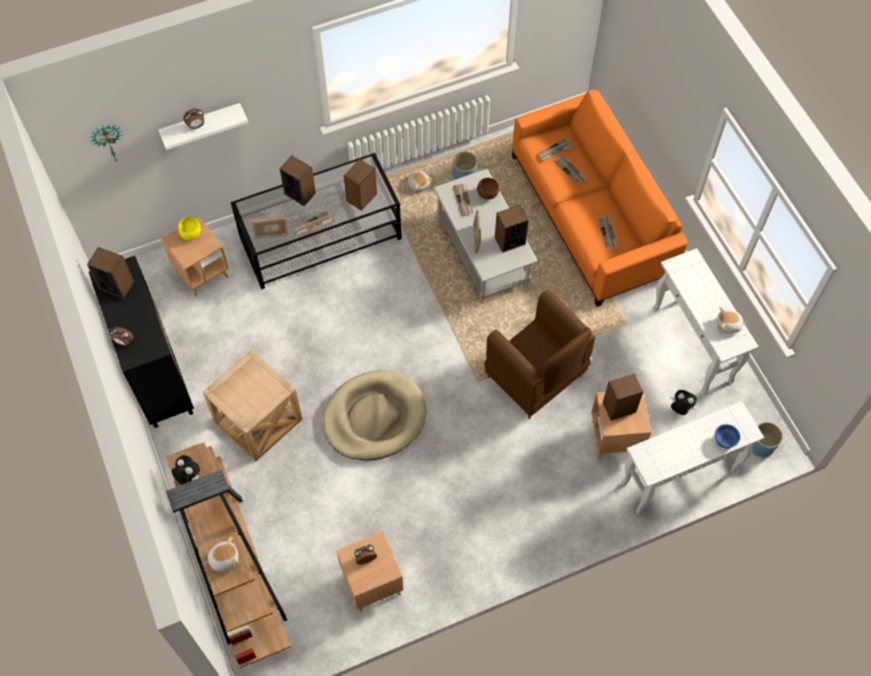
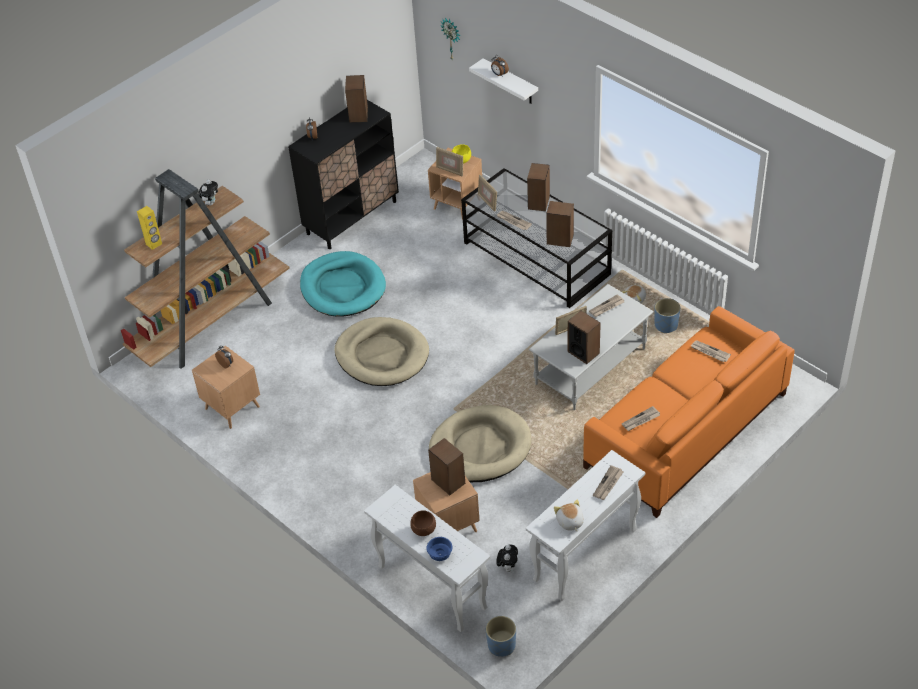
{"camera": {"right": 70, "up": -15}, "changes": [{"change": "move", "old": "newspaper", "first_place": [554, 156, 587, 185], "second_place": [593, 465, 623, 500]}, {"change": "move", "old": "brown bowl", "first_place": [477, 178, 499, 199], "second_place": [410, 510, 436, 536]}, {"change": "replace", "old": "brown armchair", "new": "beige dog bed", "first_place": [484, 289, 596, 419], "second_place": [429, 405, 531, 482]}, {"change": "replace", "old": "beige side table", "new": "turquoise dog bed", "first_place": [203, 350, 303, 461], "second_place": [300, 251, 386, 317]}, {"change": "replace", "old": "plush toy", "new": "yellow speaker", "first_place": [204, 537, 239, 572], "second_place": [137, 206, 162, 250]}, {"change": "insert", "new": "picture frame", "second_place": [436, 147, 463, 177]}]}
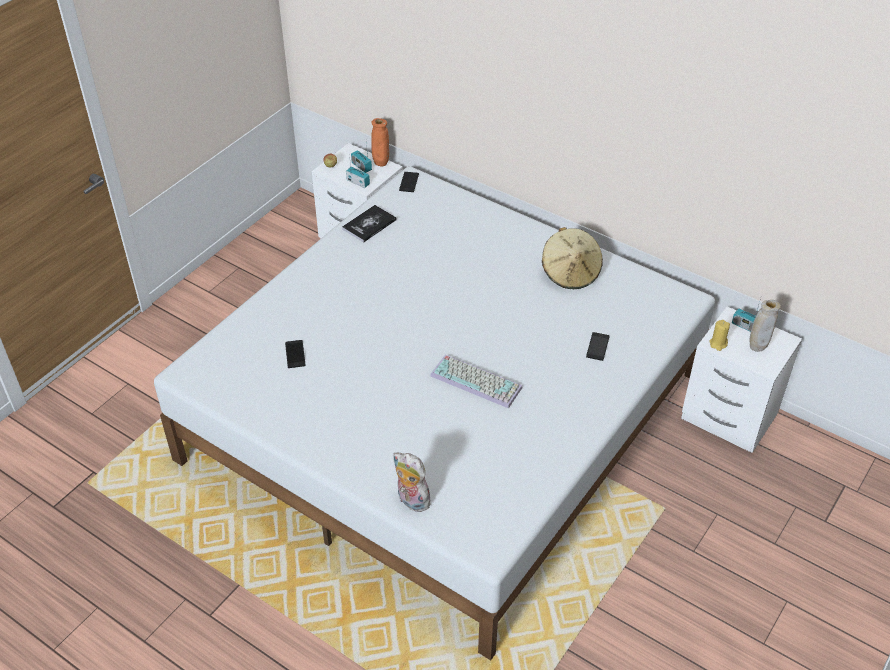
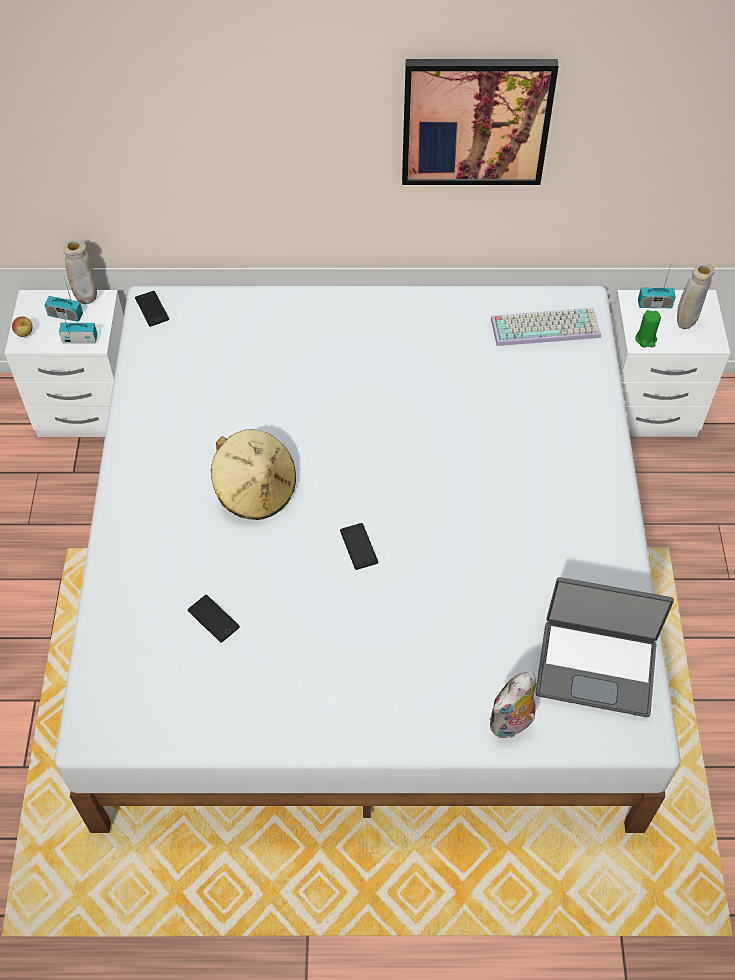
{"camera": {"right": -35, "up": 10}, "changes": [{"change": "recolor", "old": "orange vase", "new": "beige vase", "first_place": [371, 118, 389, 166], "second_place": [63, 240, 97, 304]}, {"change": "delete", "old": "book", "first_place": [342, 205, 397, 243]}, {"change": "move", "old": "beige hat", "first_place": [542, 227, 603, 289], "second_place": [211, 429, 296, 520]}, {"change": "recolor", "old": "yellow candle", "new": "green candle", "first_place": [710, 320, 730, 351], "second_place": [635, 310, 661, 348]}, {"change": "move", "old": "phone", "first_place": [586, 332, 610, 361], "second_place": [340, 523, 378, 570]}, {"change": "move", "old": "keyboard", "first_place": [430, 354, 523, 408], "second_place": [491, 308, 601, 346]}, {"change": "rotate", "old": "plush toy", "first_place": [393, 453, 435, 512], "second_place": [489, 672, 536, 740], "degrees": -45}, {"change": "insert", "new": "picture", "second_place": [402, 59, 559, 185]}, {"change": "insert", "new": "laptop", "second_place": [536, 577, 674, 717]}]}
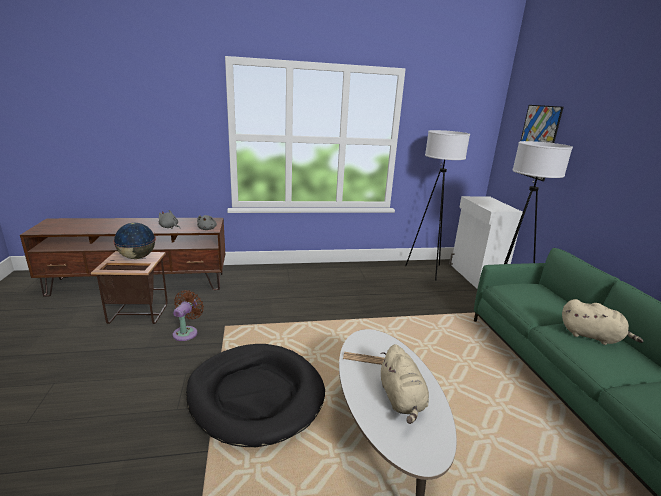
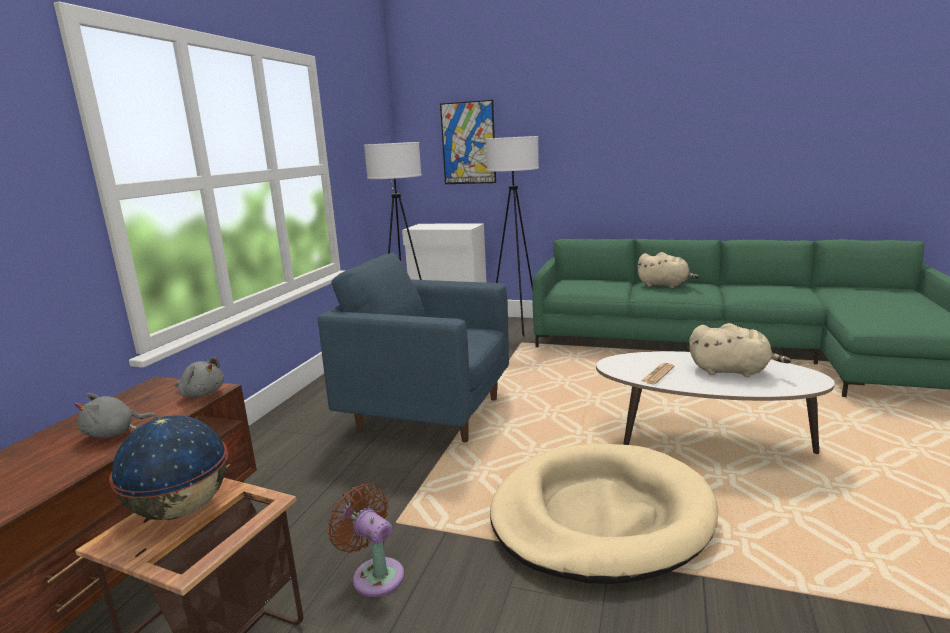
{"camera": {"right": -60, "up": -5}, "changes": [{"change": "rotate", "old": "beige plush toy", "first_place": [562, 299, 643, 345], "second_place": [637, 252, 699, 288], "degrees": 60}, {"change": "recolor", "old": "black dog bed", "new": "beige dog bed", "first_place": [186, 344, 325, 447], "second_place": [490, 443, 718, 584]}, {"change": "insert", "new": "blue armchair", "second_place": [318, 253, 509, 442]}]}
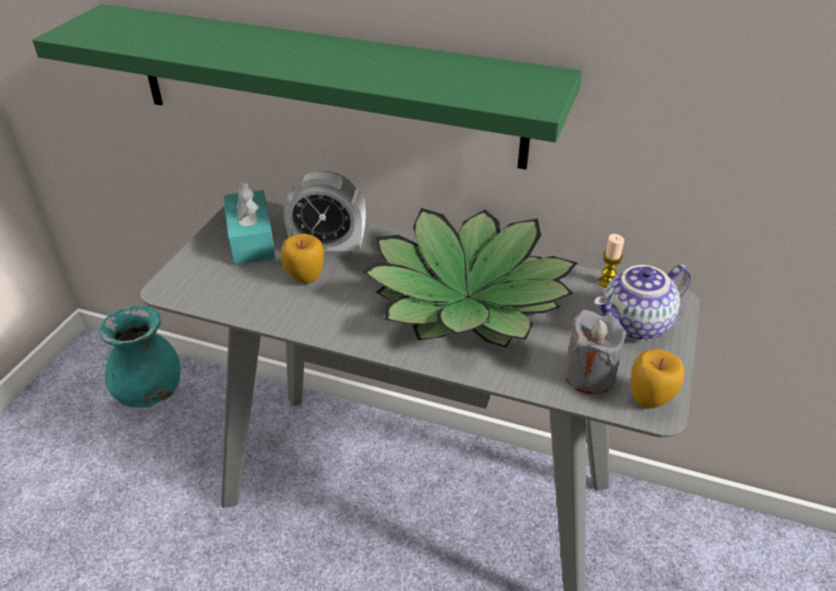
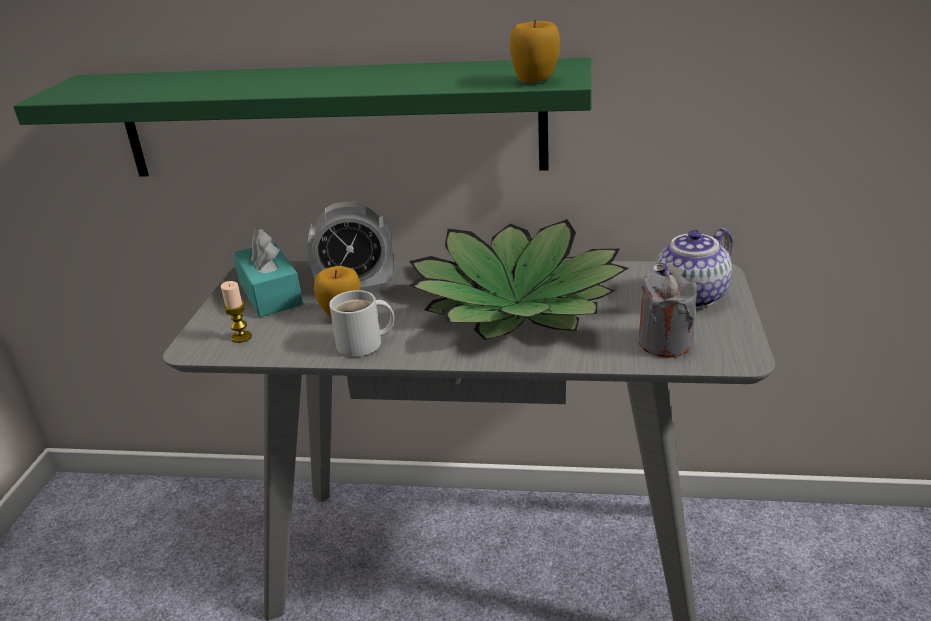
{"camera": {"right": -10, "up": -10}, "changes": [{"change": "move", "old": "candle", "first_place": [598, 234, 624, 288], "second_place": [221, 281, 252, 343]}, {"change": "delete", "old": "turquoise vase", "first_place": [99, 305, 181, 408]}, {"change": "move", "old": "apple", "first_place": [631, 349, 684, 408], "second_place": [510, 20, 560, 83]}, {"change": "insert", "new": "white mug", "second_place": [329, 290, 394, 357]}]}
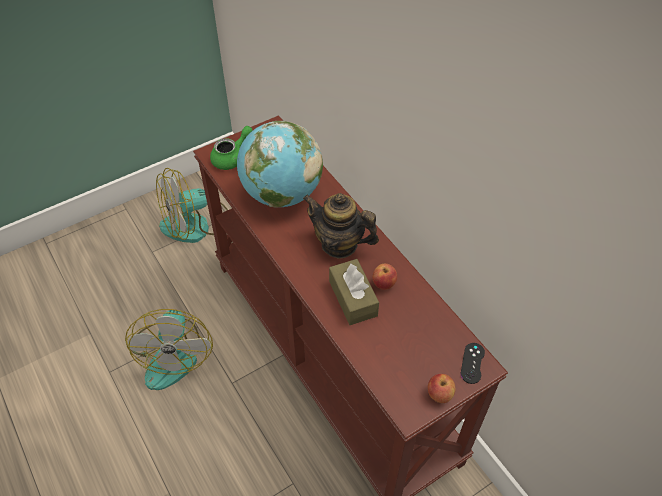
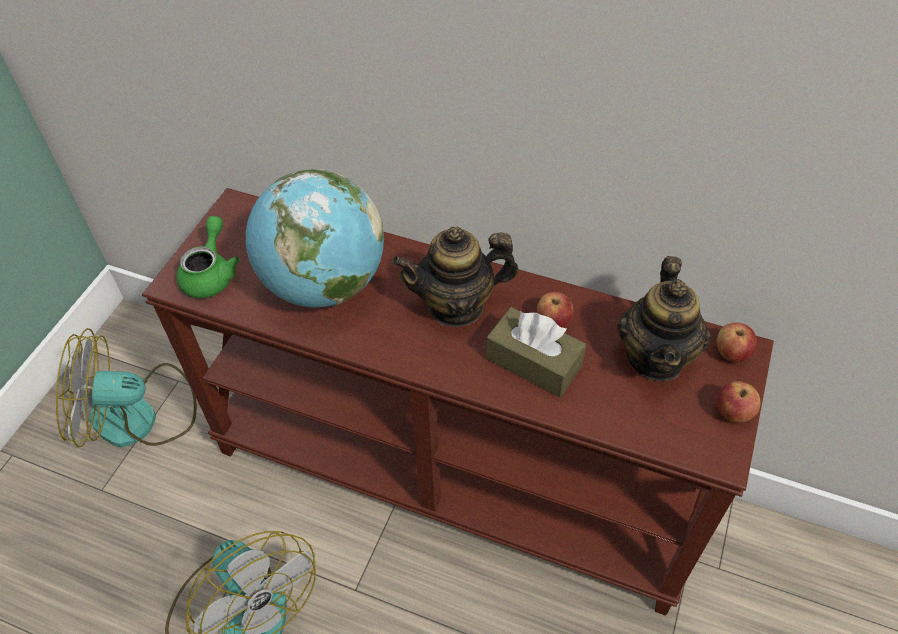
{"camera": {"right": -35, "up": 0}, "changes": [{"change": "rotate", "old": "fan", "first_place": [156, 168, 228, 243], "second_place": [56, 328, 197, 448], "degrees": 60}, {"change": "replace", "old": "black game controller", "new": "apple", "first_place": [461, 343, 485, 384], "second_place": [717, 322, 757, 362]}, {"change": "insert", "new": "teapot", "second_place": [618, 256, 711, 381]}]}
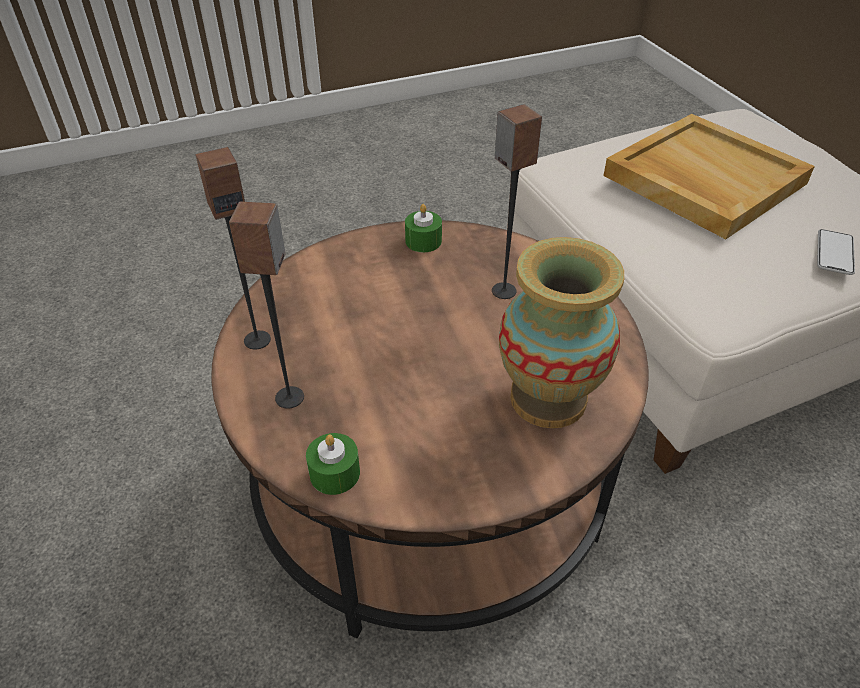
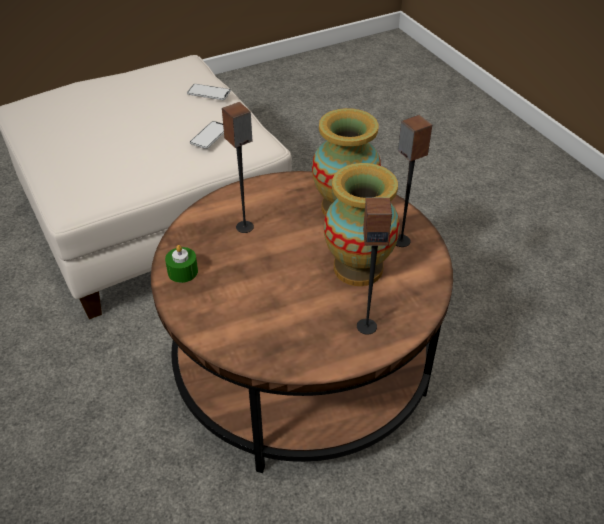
{"camera": {"right": -95, "up": 0}, "changes": [{"change": "delete", "old": "beige tray", "first_place": [603, 114, 815, 239]}, {"change": "move", "old": "speaker", "first_place": [196, 147, 271, 350], "second_place": [396, 115, 432, 247]}, {"change": "delete", "old": "green candle", "first_place": [306, 433, 360, 495]}, {"change": "insert", "new": "phone", "second_place": [190, 121, 224, 149]}, {"change": "insert", "new": "vase", "second_place": [324, 163, 400, 286]}]}
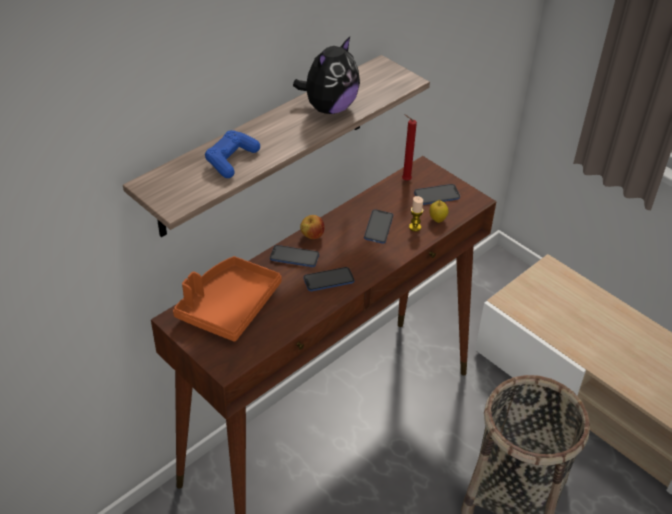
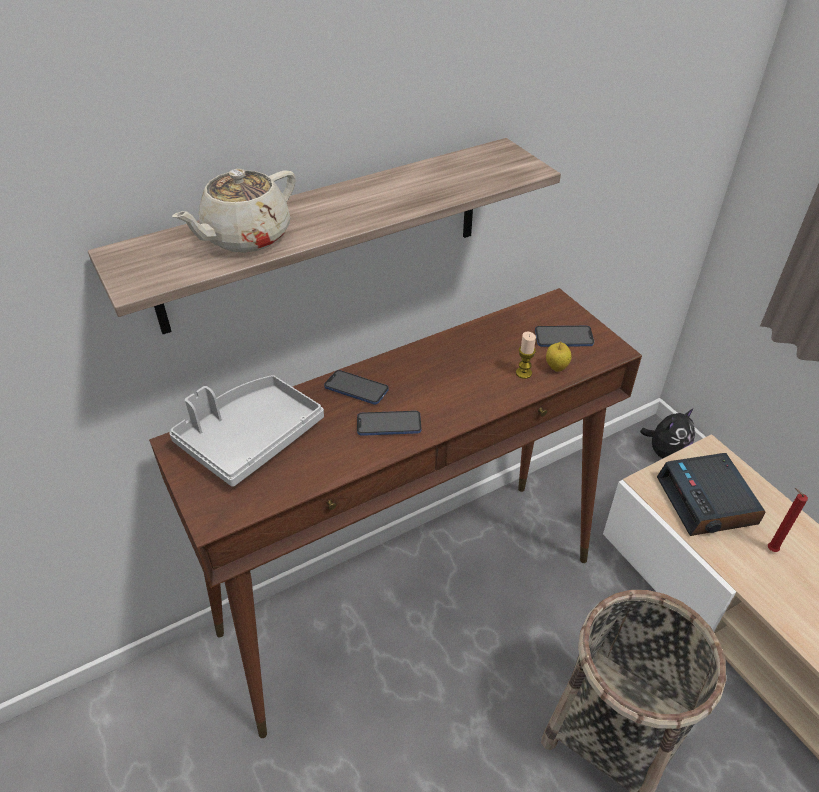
{"camera": {"right": 15, "up": 0}, "changes": [{"change": "move", "old": "plush toy", "first_place": [293, 37, 360, 114], "second_place": [640, 408, 695, 458]}, {"change": "move", "old": "red candle", "first_place": [402, 114, 417, 181], "second_place": [768, 488, 808, 552]}, {"change": "replace", "old": "blue game controller", "new": "beige teapot", "first_place": [205, 130, 260, 178], "second_place": [172, 169, 296, 253]}, {"change": "delete", "old": "phone", "first_place": [364, 209, 393, 244]}, {"change": "delete", "old": "apple", "first_place": [300, 215, 324, 239]}, {"change": "recolor", "old": "orange tray", "new": "grey tray", "first_place": [173, 256, 282, 342], "second_place": [169, 375, 324, 487]}, {"change": "insert", "new": "alarm clock", "second_place": [657, 453, 766, 536]}]}
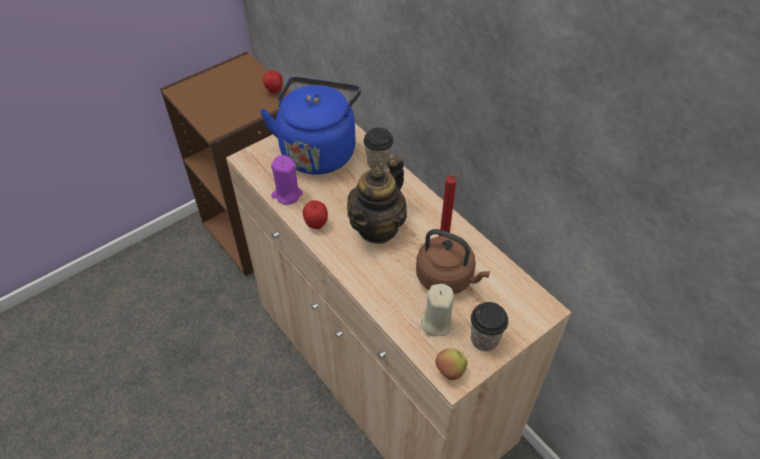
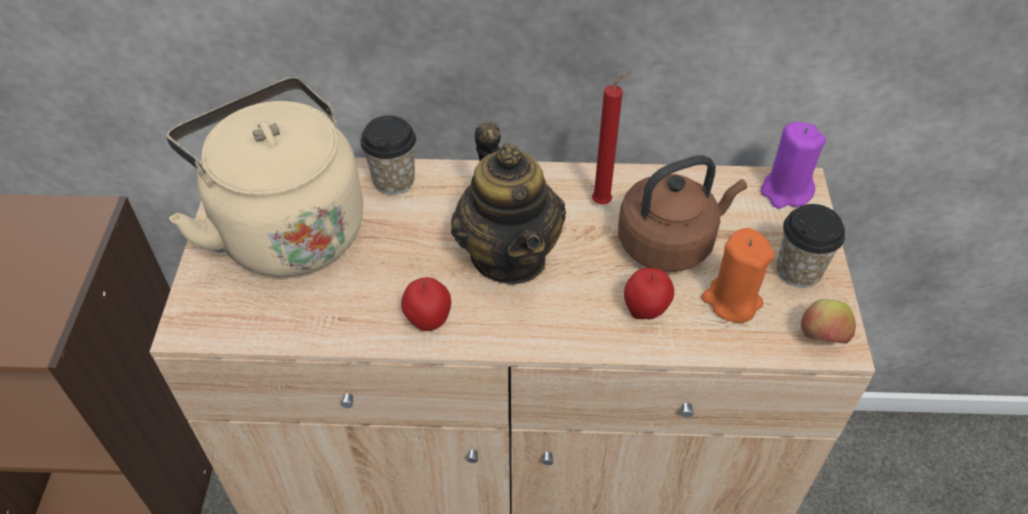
{"camera": {"right": -50, "up": 0}, "changes": [{"change": "move", "old": "apple", "first_place": [263, 70, 283, 93], "second_place": [624, 268, 674, 319]}, {"change": "recolor", "old": "blue kettle", "new": "beige kettle", "first_place": [260, 77, 361, 175], "second_place": [166, 77, 363, 277]}, {"change": "move", "old": "purple candle", "first_place": [271, 155, 303, 204], "second_place": [761, 122, 826, 209]}, {"change": "recolor", "old": "beige candle", "new": "orange candle", "first_place": [421, 284, 454, 336], "second_place": [701, 228, 775, 323]}]}
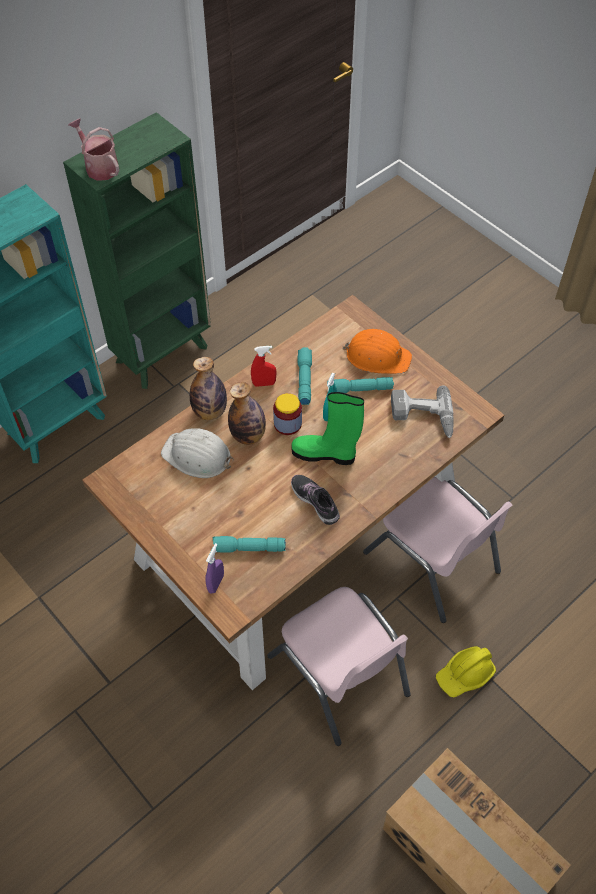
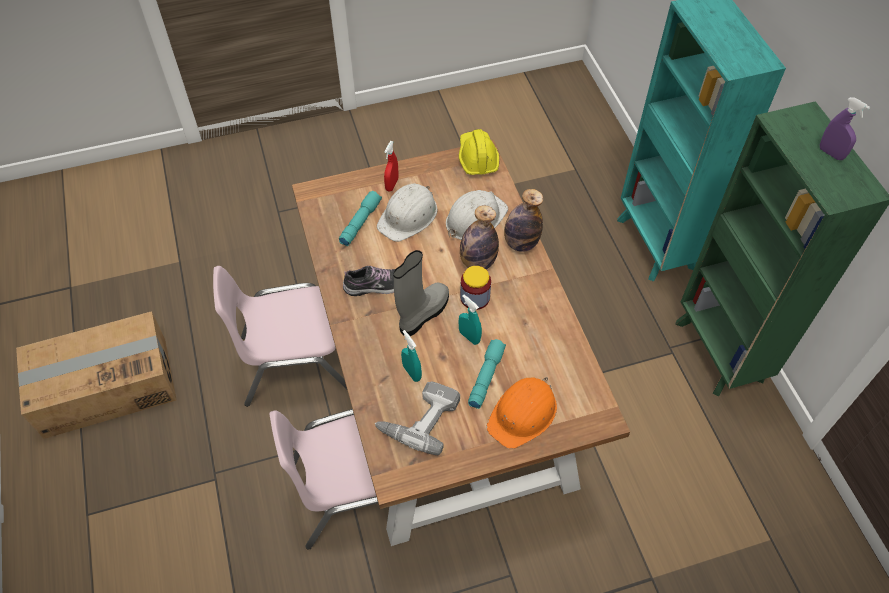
{"camera": {"right": 115, "up": 0}, "changes": [{"change": "delete", "old": "watering can", "first_place": [68, 118, 119, 181]}, {"change": "move", "old": "red spray bottle", "first_place": [251, 346, 277, 387], "second_place": [384, 141, 399, 192]}, {"change": "delete", "old": "turquoise flashlight", "first_place": [298, 347, 312, 405]}, {"change": "recolor", "old": "green boot", "new": "grey boot", "first_place": [292, 392, 364, 465], "second_place": [393, 250, 449, 336]}, {"change": "move", "old": "purple spray bottle", "first_place": [205, 543, 224, 594], "second_place": [820, 97, 870, 160]}, {"change": "move", "old": "yellow hard hat", "first_place": [436, 646, 496, 698], "second_place": [459, 129, 499, 175]}, {"change": "insert", "new": "white hard hat", "second_place": [377, 184, 437, 242]}, {"change": "insert", "new": "turquoise spray bottle", "second_place": [401, 330, 422, 382]}]}
